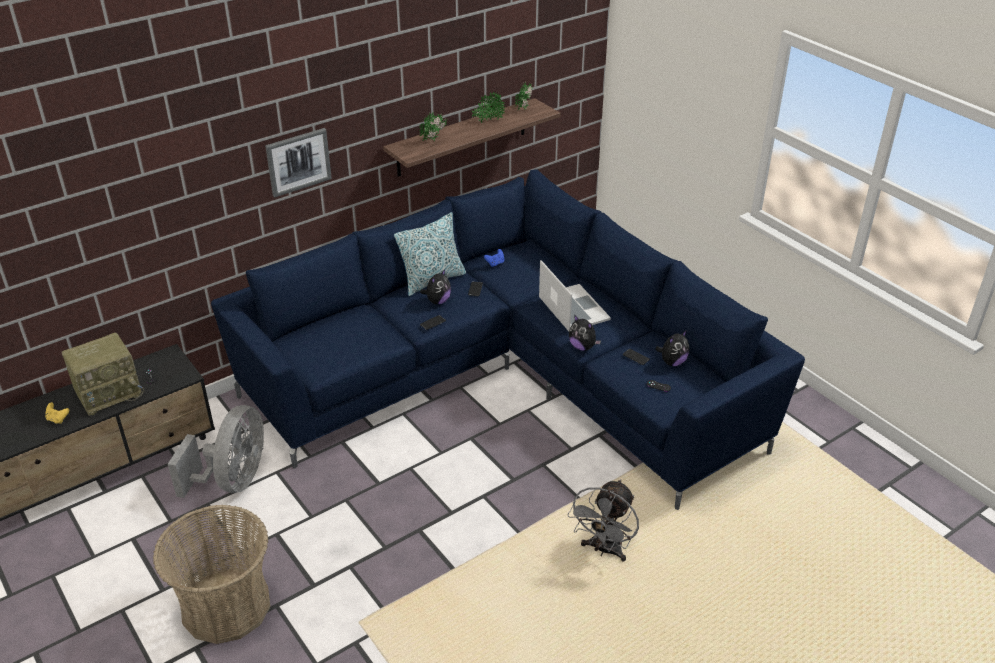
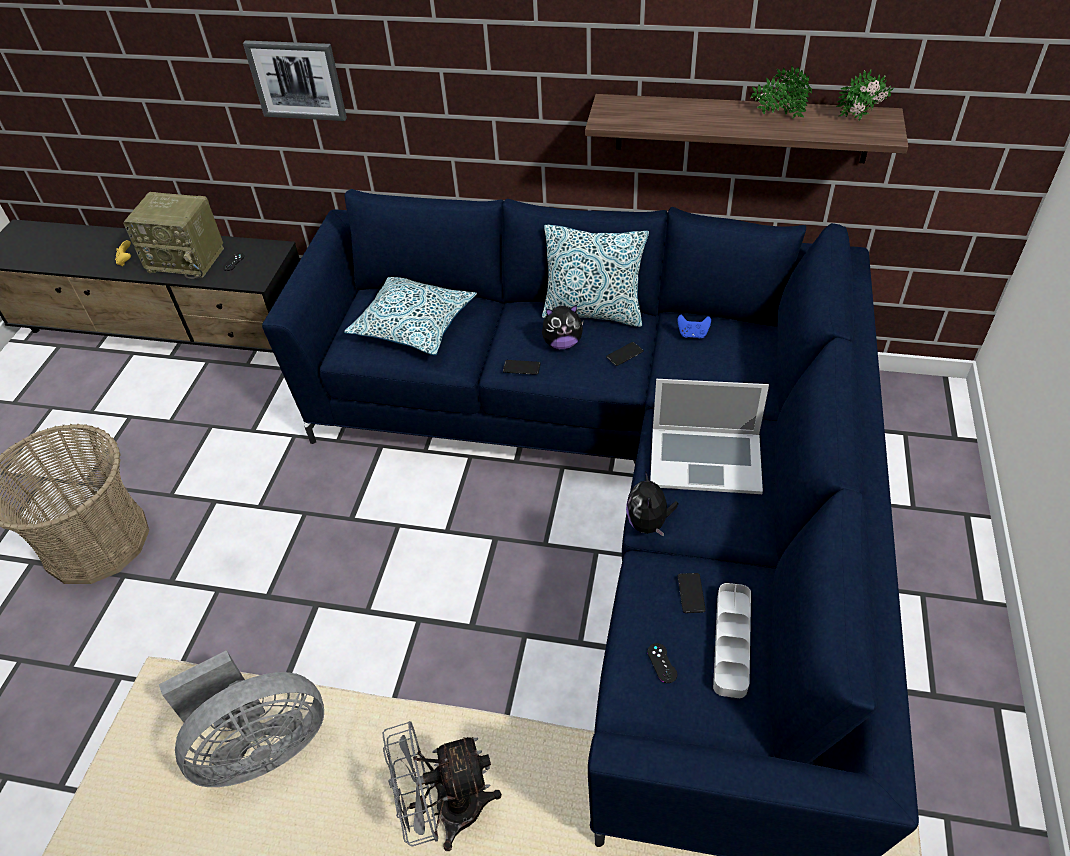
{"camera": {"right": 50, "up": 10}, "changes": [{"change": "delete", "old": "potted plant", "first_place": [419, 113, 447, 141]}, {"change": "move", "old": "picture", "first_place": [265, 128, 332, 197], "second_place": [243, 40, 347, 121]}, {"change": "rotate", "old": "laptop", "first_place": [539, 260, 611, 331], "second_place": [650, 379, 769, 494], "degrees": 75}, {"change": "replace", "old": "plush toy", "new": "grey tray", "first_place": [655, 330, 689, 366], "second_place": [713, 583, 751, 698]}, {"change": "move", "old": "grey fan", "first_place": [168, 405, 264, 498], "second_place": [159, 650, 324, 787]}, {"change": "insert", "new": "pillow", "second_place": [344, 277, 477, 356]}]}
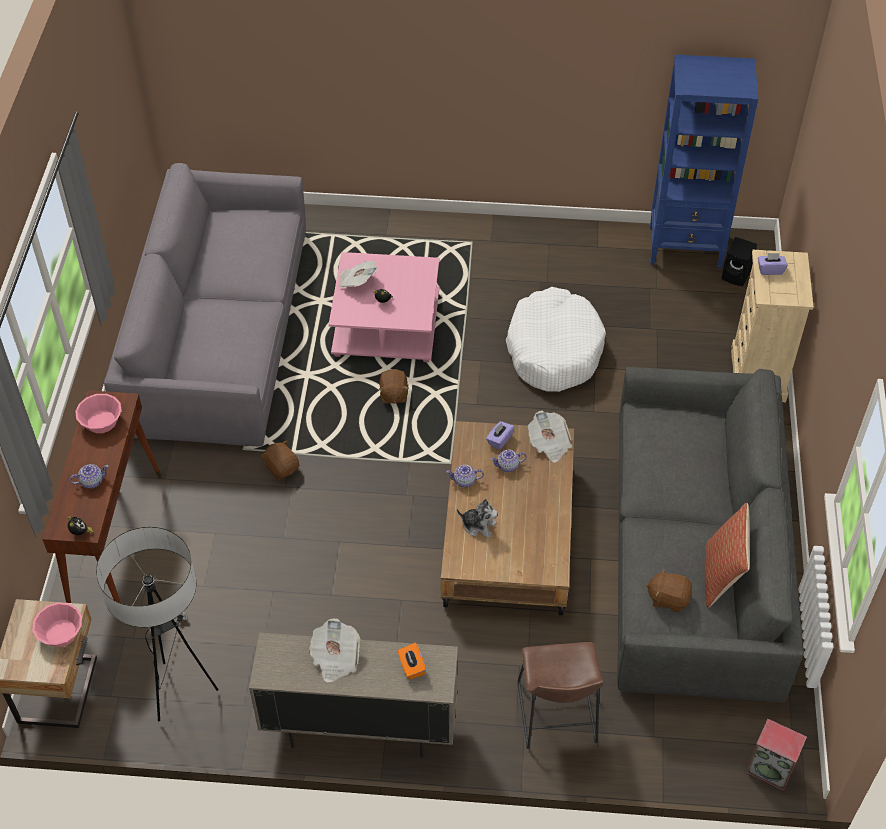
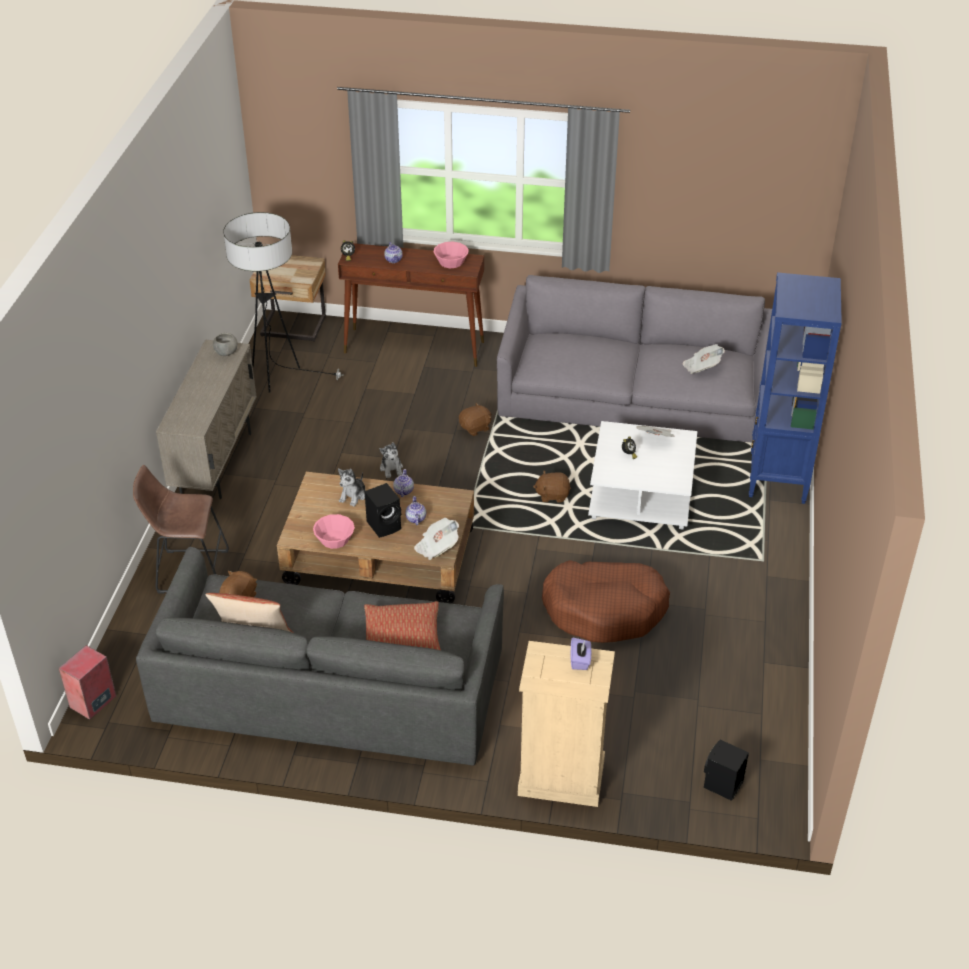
{"camera": {"right": 95, "up": -10}, "changes": [{"change": "move", "old": "blue bookcase", "first_place": [650, 55, 758, 269], "second_place": [749, 272, 842, 504]}, {"change": "recolor", "old": "pink coffee table", "new": "white coffee table", "first_place": [329, 252, 440, 362], "second_place": [588, 421, 697, 529]}, {"change": "recolor", "old": "white dog bed", "new": "brown dog bed", "first_place": [506, 287, 606, 392], "second_place": [542, 560, 670, 643]}, {"change": "delete", "old": "purple tissue box", "first_place": [486, 421, 514, 450]}, {"change": "move", "old": "pink bowl", "first_place": [32, 602, 82, 647], "second_place": [313, 514, 355, 549]}, {"change": "move", "old": "newspaper", "first_place": [309, 618, 360, 683], "second_place": [682, 344, 725, 374]}, {"change": "delete", "old": "orange tissue box", "first_place": [398, 643, 426, 679]}, {"change": "insert", "new": "grey bowl", "second_place": [213, 333, 238, 356]}, {"change": "insert", "new": "plush toy", "second_place": [379, 442, 403, 478]}, {"change": "insert", "new": "black speaker", "second_place": [364, 483, 401, 538]}, {"change": "insert", "new": "pillow", "second_place": [364, 601, 441, 650]}]}
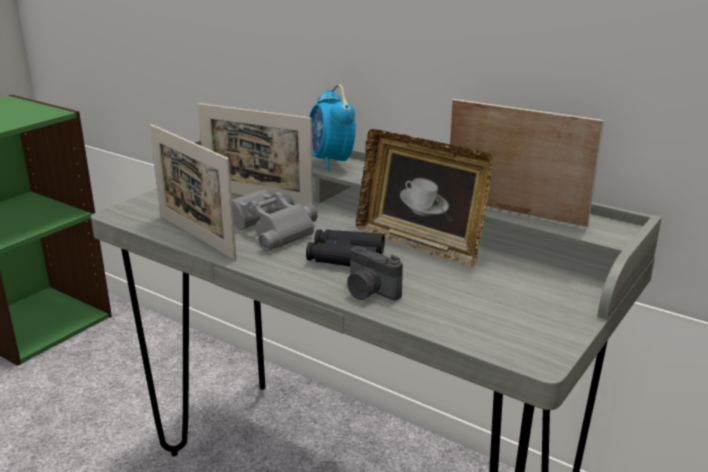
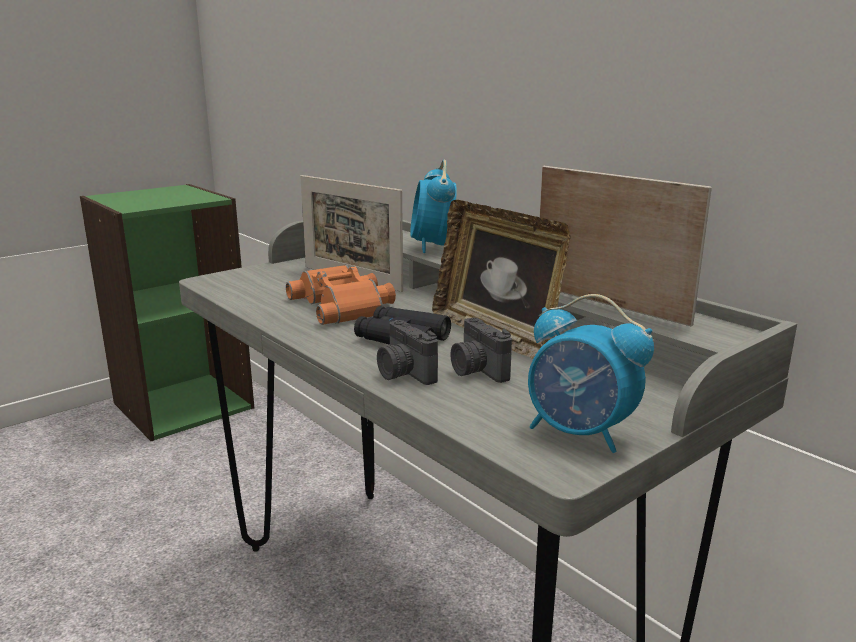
{"camera": {"right": 15, "up": -5}, "changes": [{"change": "delete", "old": "picture frame", "first_place": [150, 124, 236, 260]}, {"change": "recolor", "old": "grey binoculars", "new": "orange binoculars", "first_place": [232, 189, 318, 251], "second_place": [286, 265, 396, 325]}, {"change": "insert", "new": "alarm clock", "second_place": [528, 294, 654, 453]}, {"change": "insert", "new": "photo camera", "second_place": [450, 317, 512, 383]}]}
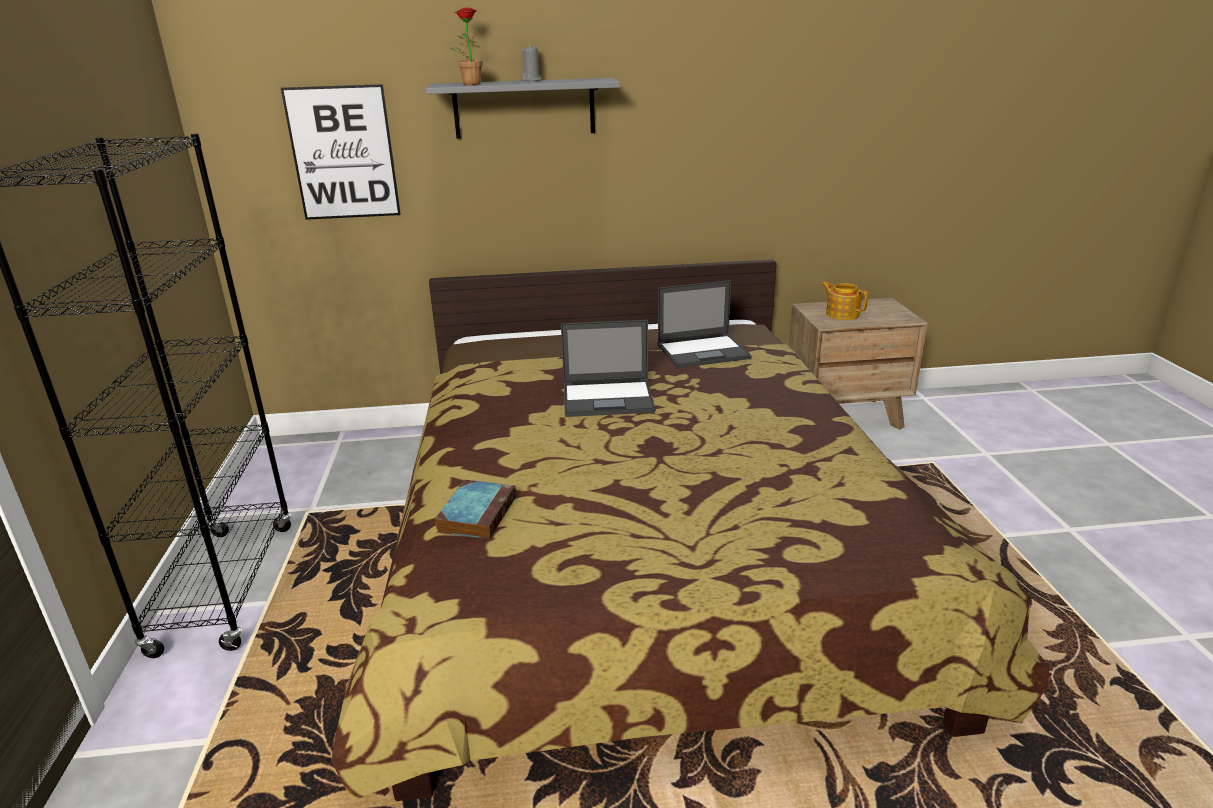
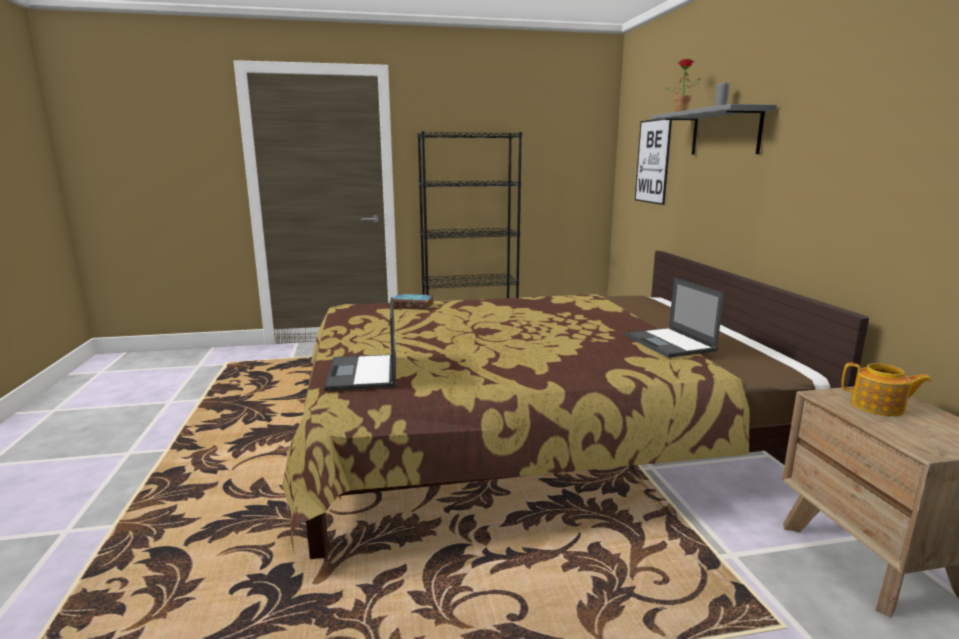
{"camera": {"right": 85, "up": -10}, "changes": [{"change": "rotate", "old": "teapot", "first_place": [822, 282, 868, 320], "second_place": [841, 363, 931, 416], "degrees": 75}, {"change": "move", "old": "laptop", "first_place": [561, 320, 655, 417], "second_place": [324, 297, 396, 391]}]}
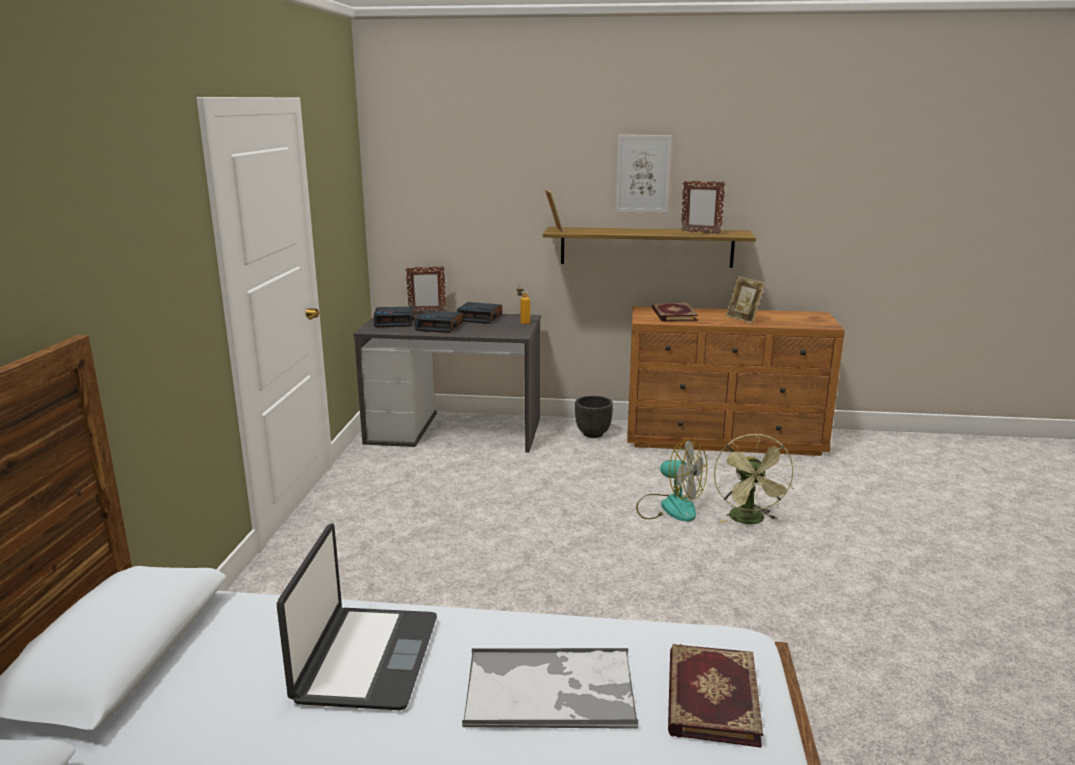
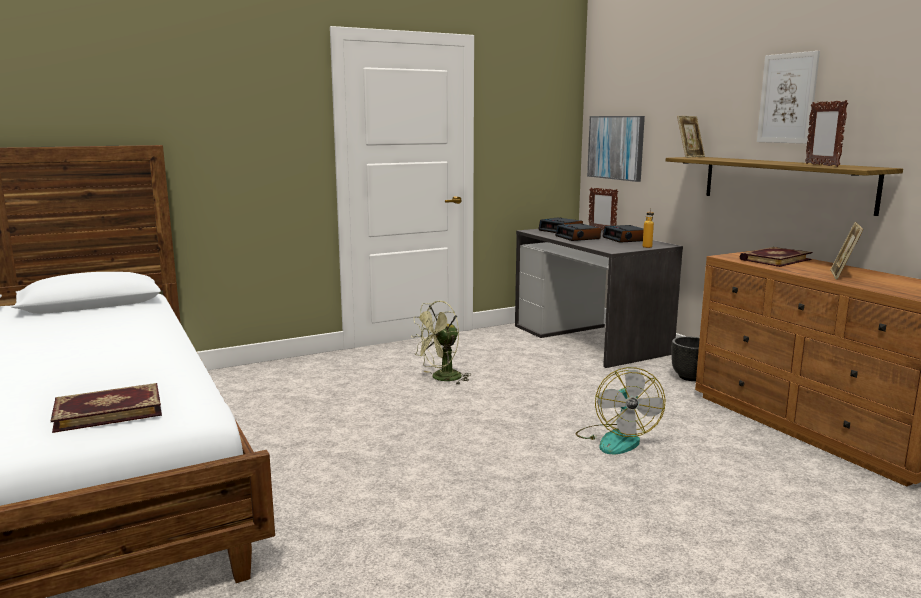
{"camera": {"right": 55, "up": -5}, "changes": [{"change": "move", "old": "green fan", "first_place": [714, 433, 796, 524], "second_place": [411, 301, 471, 384]}, {"change": "delete", "old": "laptop", "first_place": [277, 523, 437, 710]}, {"change": "delete", "old": "tray", "first_place": [462, 648, 638, 729]}, {"change": "insert", "new": "picture", "second_place": [587, 116, 645, 182]}]}
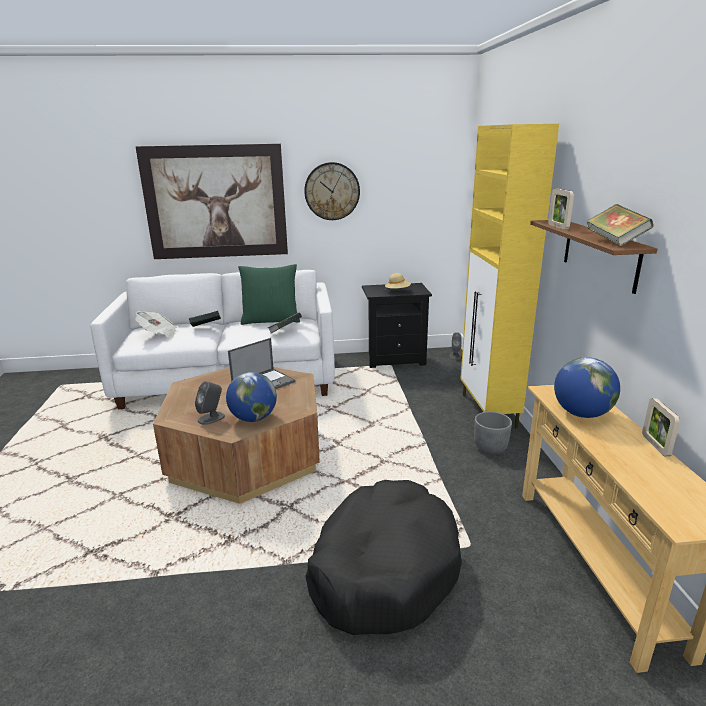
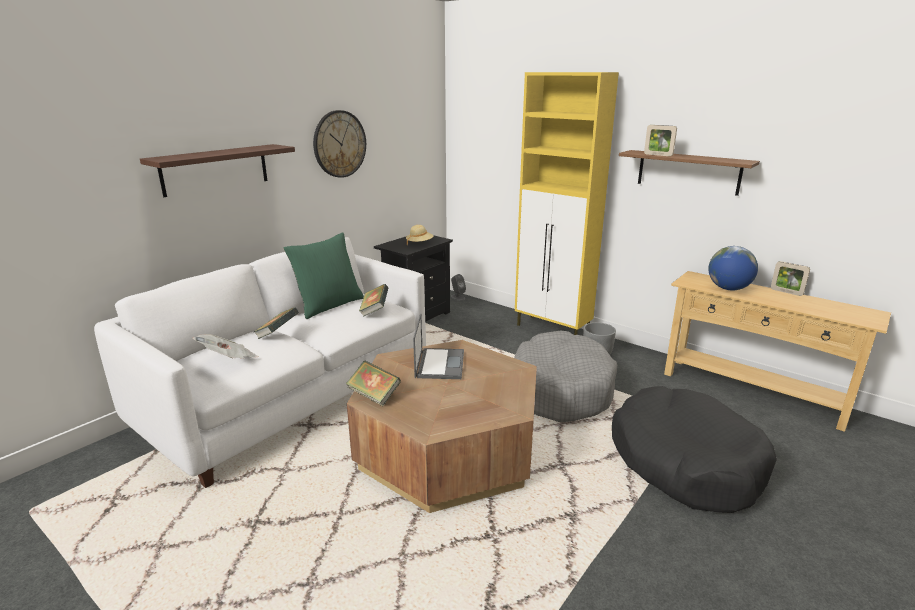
{"camera": {"right": -45, "up": 0}, "changes": [{"change": "replace", "old": "picture", "new": "shelf", "first_place": [136, 144, 288, 259], "second_place": [140, 144, 295, 197]}, {"change": "move", "old": "book", "first_place": [586, 204, 653, 247], "second_place": [346, 361, 401, 406]}, {"change": "delete", "old": "globe", "first_place": [226, 372, 277, 422]}, {"change": "delete", "old": "grey speaker", "first_place": [195, 381, 225, 425]}, {"change": "insert", "new": "grey dog bed", "second_place": [514, 330, 617, 422]}]}
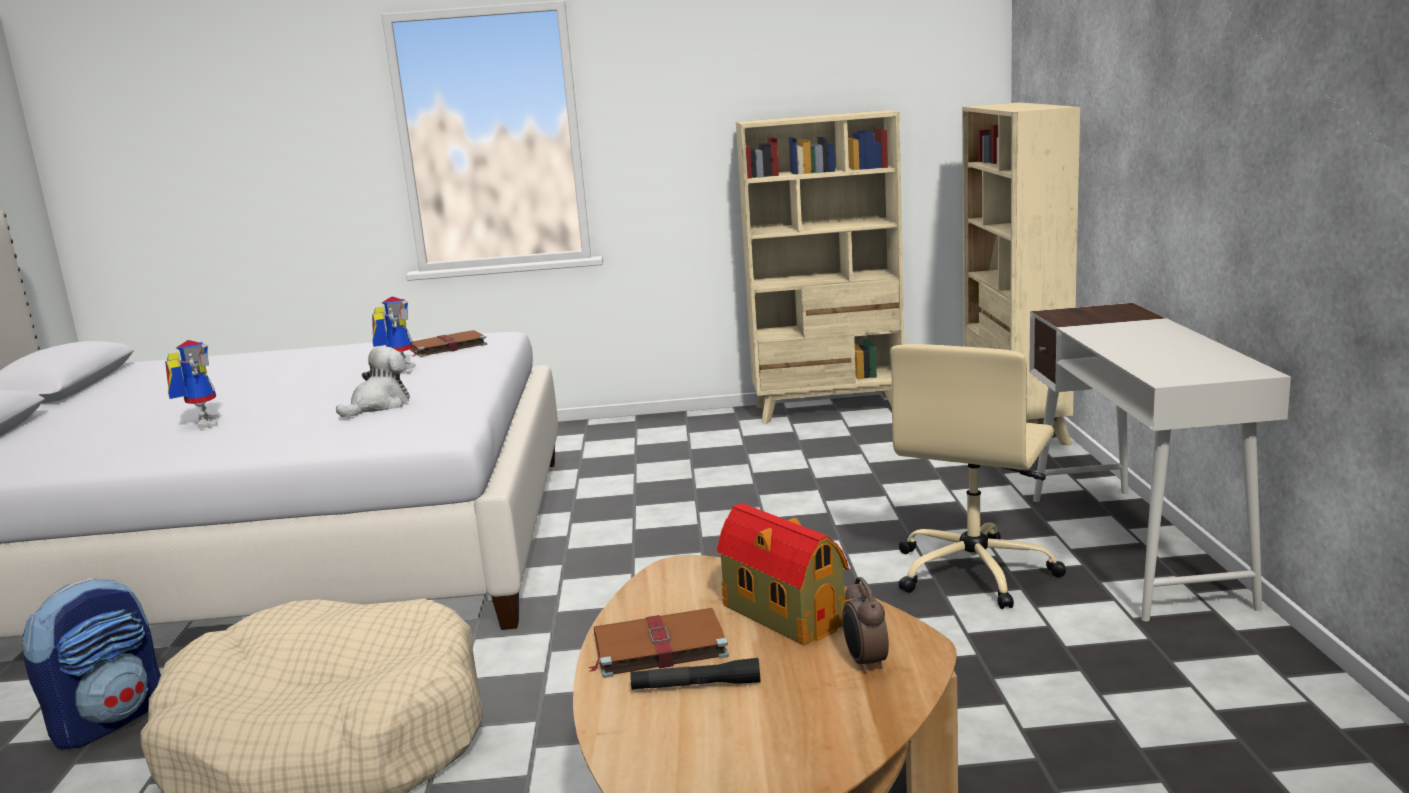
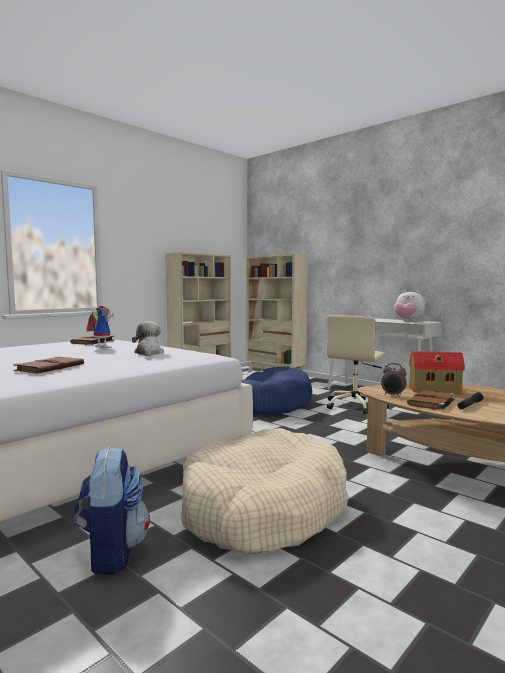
{"camera": {"right": -45, "up": -10}, "changes": [{"change": "replace", "old": "toy robot", "new": "brown book", "first_place": [165, 340, 219, 428], "second_place": [13, 356, 84, 374]}, {"change": "rotate", "old": "beige office chair", "first_place": [890, 344, 1066, 609], "second_place": [327, 315, 389, 414], "degrees": 45}, {"change": "move", "old": "alarm clock", "first_place": [843, 577, 889, 674], "second_place": [381, 363, 407, 397]}, {"change": "insert", "new": "plush toy", "second_place": [394, 291, 425, 322]}, {"change": "insert", "new": "blue dog bed", "second_place": [241, 366, 312, 414]}]}
